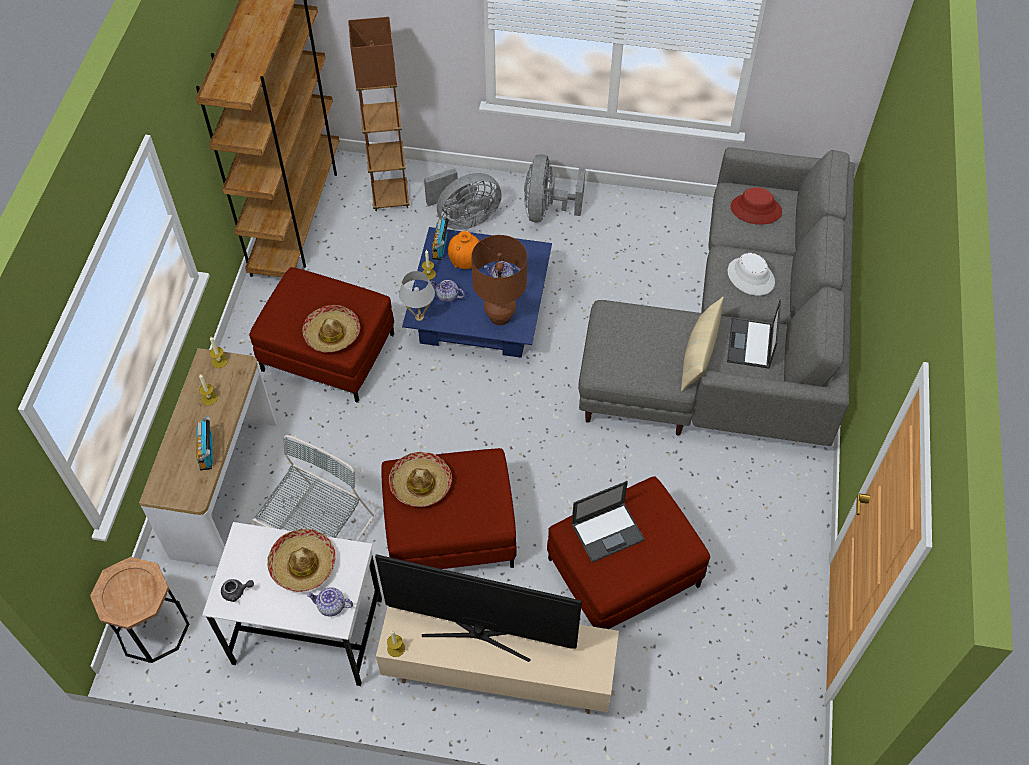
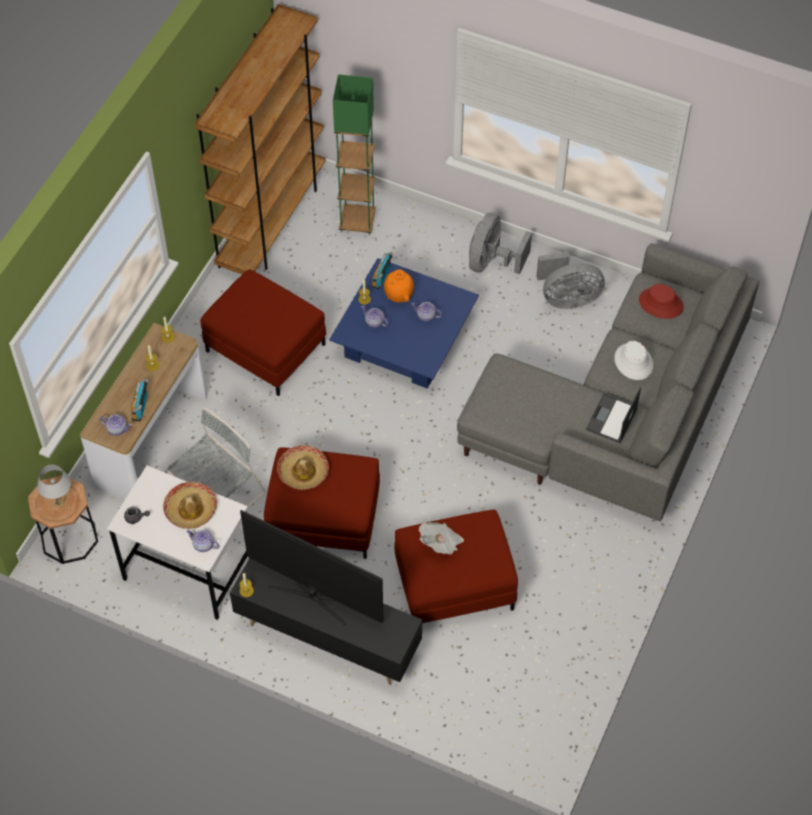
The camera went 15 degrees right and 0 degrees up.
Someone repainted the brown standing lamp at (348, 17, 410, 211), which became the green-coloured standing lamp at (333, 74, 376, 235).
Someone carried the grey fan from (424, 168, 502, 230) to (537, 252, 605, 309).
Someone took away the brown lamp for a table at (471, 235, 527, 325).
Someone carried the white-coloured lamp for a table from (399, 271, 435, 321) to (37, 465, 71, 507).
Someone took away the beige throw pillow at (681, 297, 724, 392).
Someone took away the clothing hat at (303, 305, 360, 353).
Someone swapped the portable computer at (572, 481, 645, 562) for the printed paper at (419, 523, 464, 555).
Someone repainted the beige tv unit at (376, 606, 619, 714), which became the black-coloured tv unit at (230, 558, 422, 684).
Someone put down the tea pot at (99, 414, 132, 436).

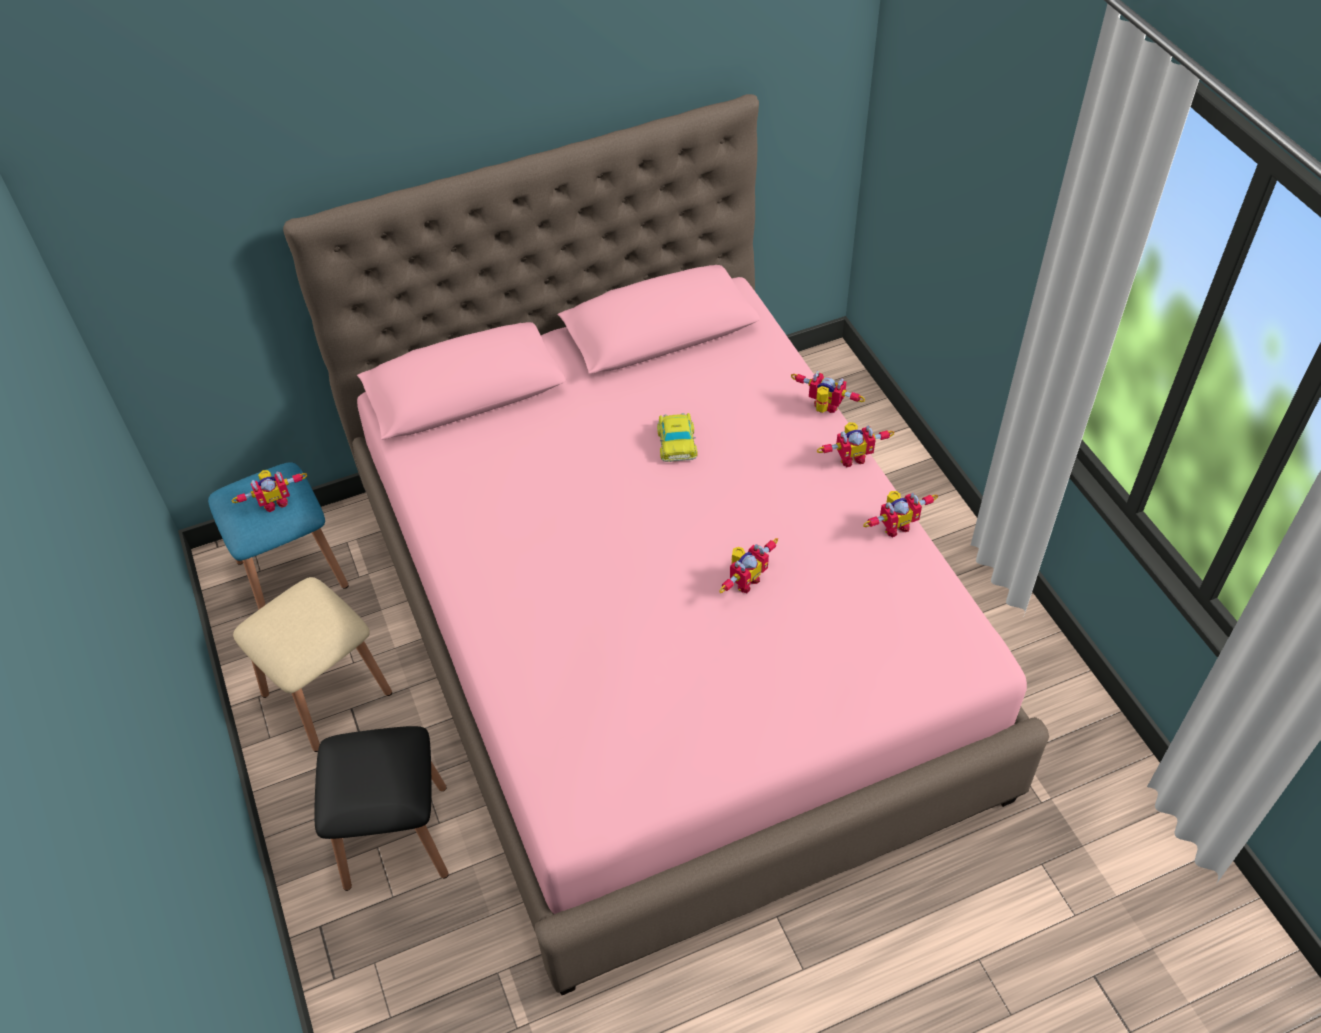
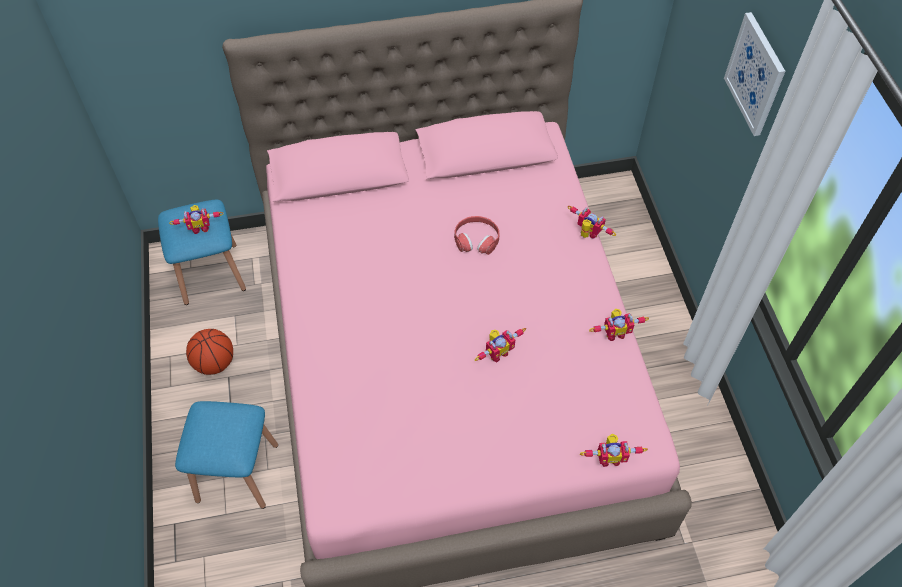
The camera went 10 degrees right and 5 degrees up.
Someone swapped the miniature car at (657, 413, 698, 462) for the red headset at (454, 216, 499, 255).
Someone carried the robot figure from (817, 422, 895, 468) to (580, 434, 648, 467).
Someone swapped the beige sitting stool at (233, 577, 392, 752) for the basketball ball at (186, 329, 233, 375).
Someone repainted the black-coloured sitting stool at (314, 726, 449, 891), which became the blue sitting stool at (175, 401, 278, 509).
Someone put up the wall art at (724, 12, 785, 136).

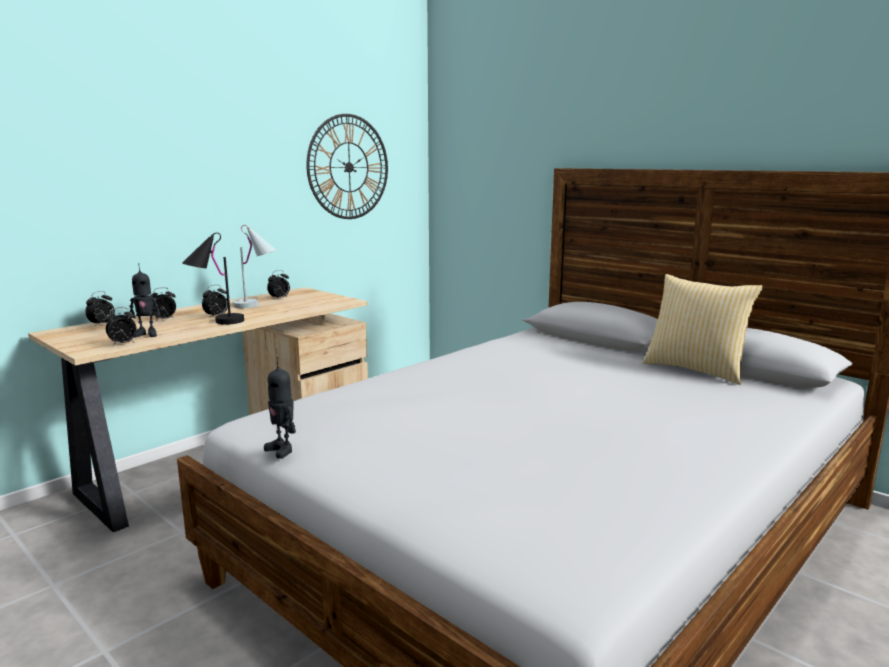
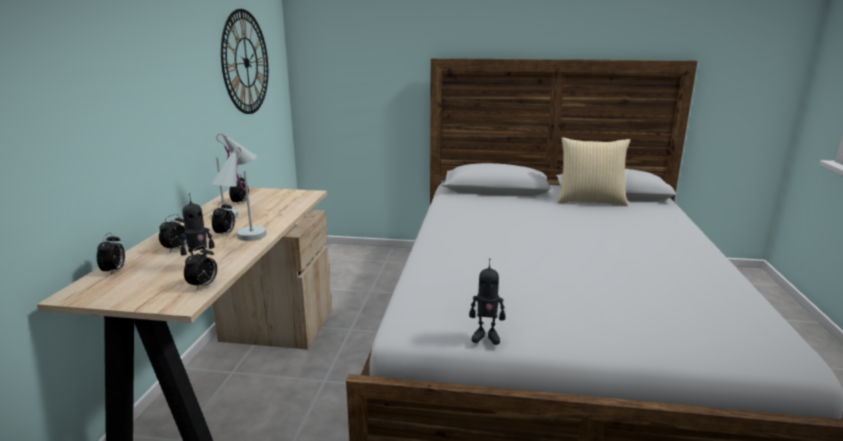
The camera went 35 degrees left and 5 degrees up.
Someone repainted the black-coloured lamp for a table at (183, 232, 244, 325), which became the white-coloured lamp for a table at (211, 147, 267, 241).

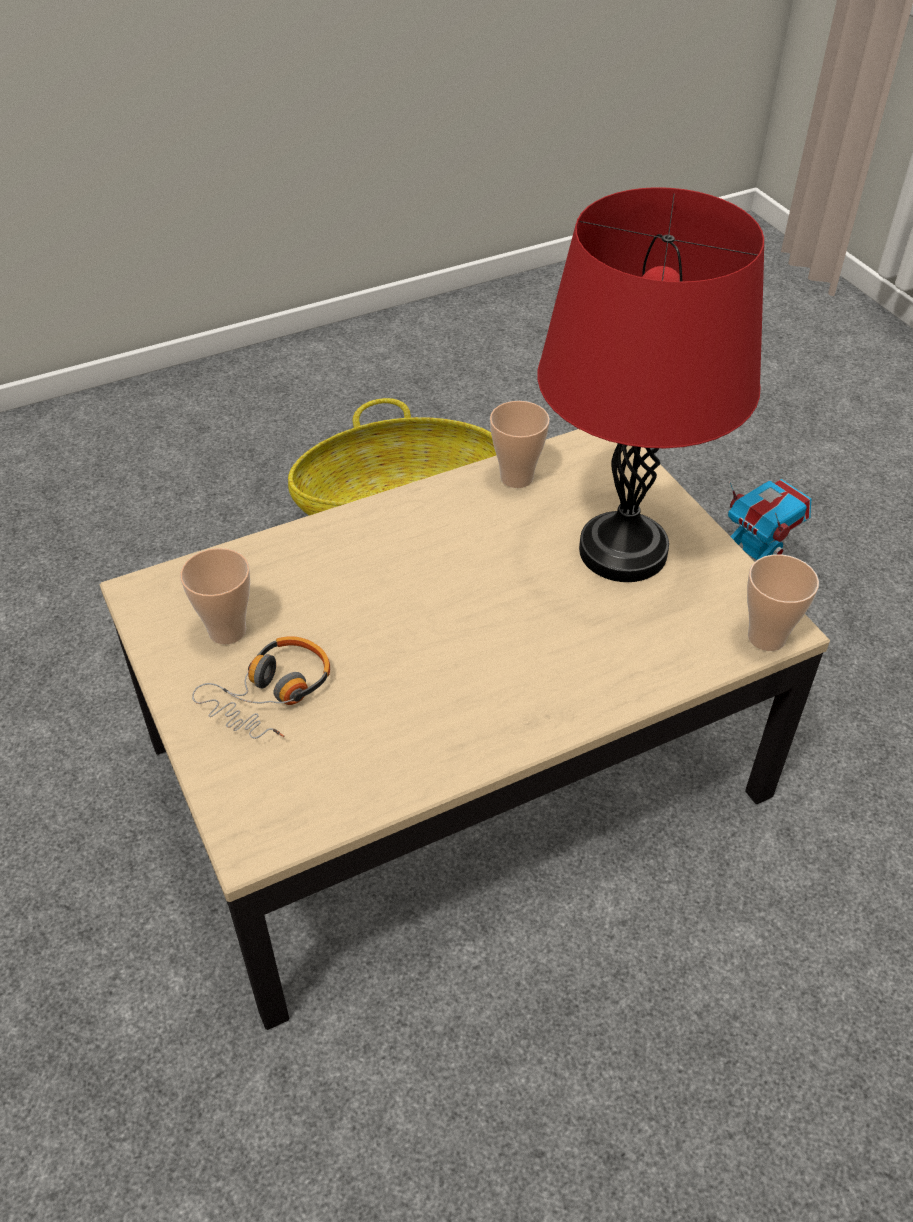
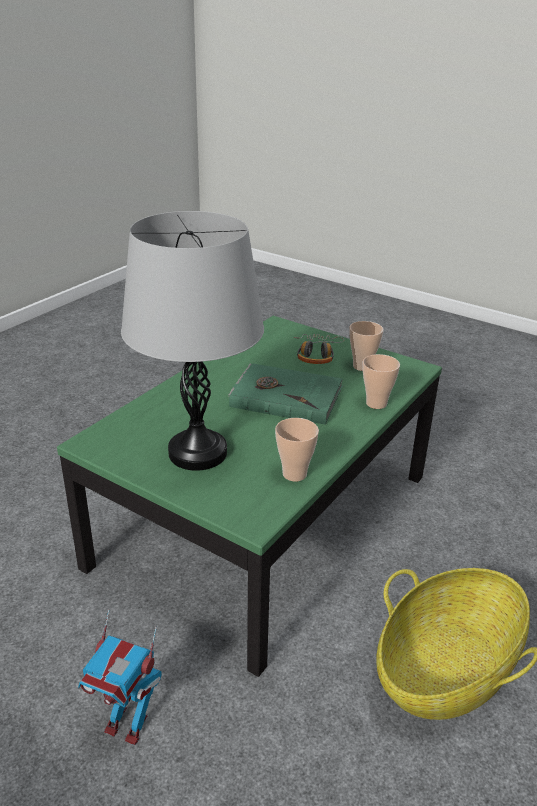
The camera went 150 degrees right and 15 degrees down.
Someone repainted the red lamp for a table at (537, 187, 764, 582), which became the grey lamp for a table at (121, 211, 264, 471).
Someone repainted the beige low table at (99, 429, 830, 1030), which became the green-coloured low table at (57, 316, 442, 677).
Someone carried the cup from (747, 554, 819, 651) to (362, 354, 400, 409).
Someone put down the green-coloured book at (228, 363, 343, 425).

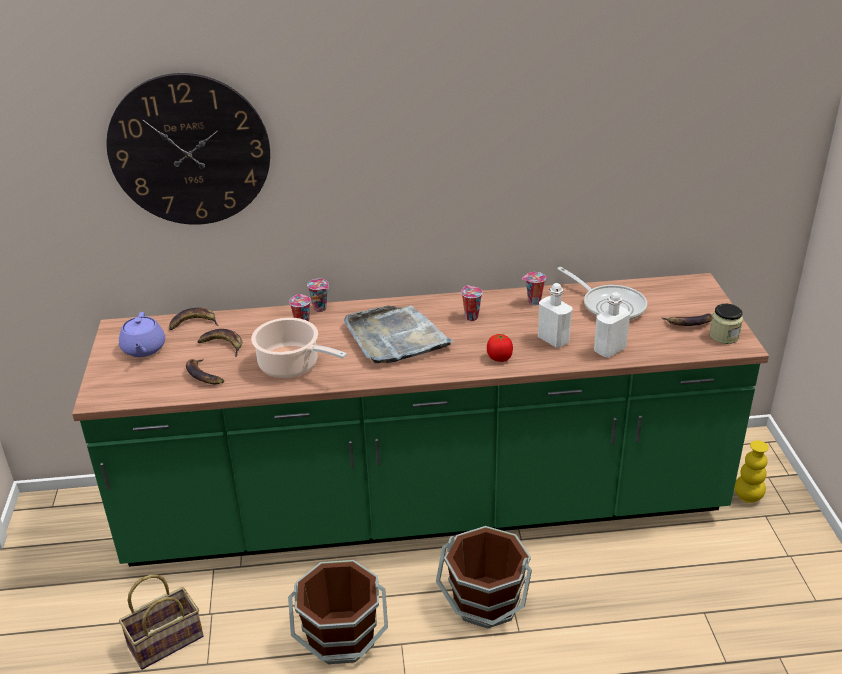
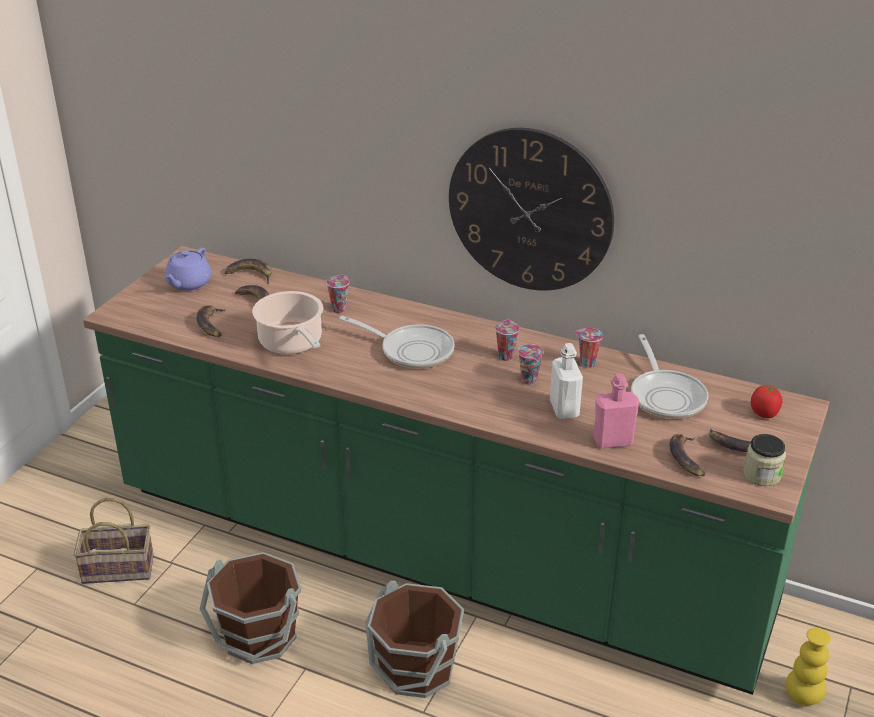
The camera went 30 degrees right and 0 degrees up.
Someone carried the hanging clock from (107, 73, 270, 225) to (449, 128, 614, 291).
Someone carried the cup from (307, 279, 329, 312) to (518, 344, 544, 385).
Someone repainted the white-coloured bottle at (594, 292, 630, 358), which became the pinkish bottle at (593, 374, 639, 448).
Someone swapped the grey tray at (344, 305, 455, 363) for the frying pan at (339, 316, 455, 369).
Someone carried the fresh tomato from (487, 334, 513, 362) to (751, 385, 782, 418).
Someone put down the banana fruit at (670, 434, 705, 476).

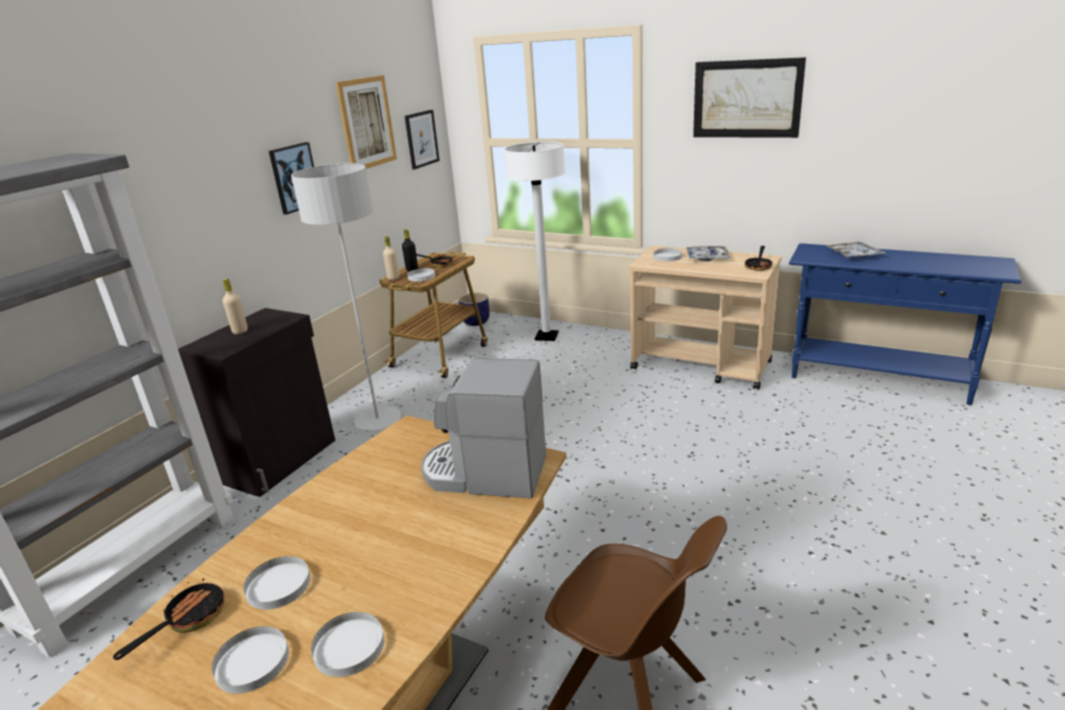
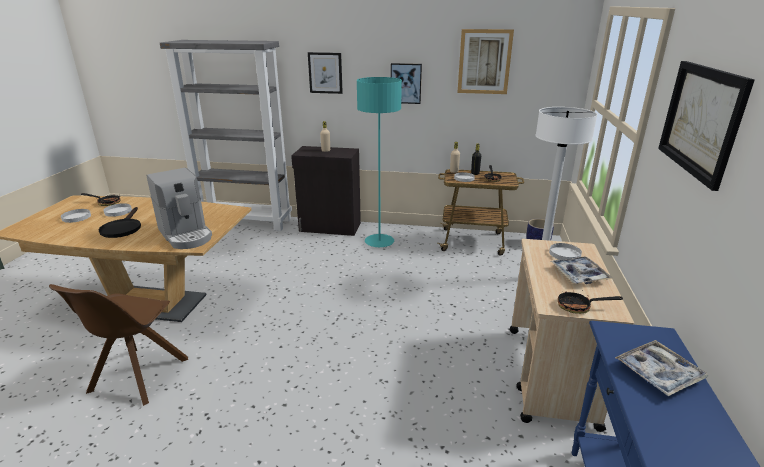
The camera went 70 degrees right and 0 degrees up.
Someone carried the wall art from (405, 110, 440, 170) to (308, 52, 343, 94).
Someone repainted the grey standing lamp at (291, 163, 401, 431), which became the blue-green standing lamp at (357, 77, 402, 247).
Someone rotated the coffee brewer at (421, 358, 546, 498) by 150 degrees clockwise.
Someone took away the white-coloured dinner plate at (311, 612, 384, 677).
Someone put down the black-coloured frying pan at (99, 207, 141, 238).

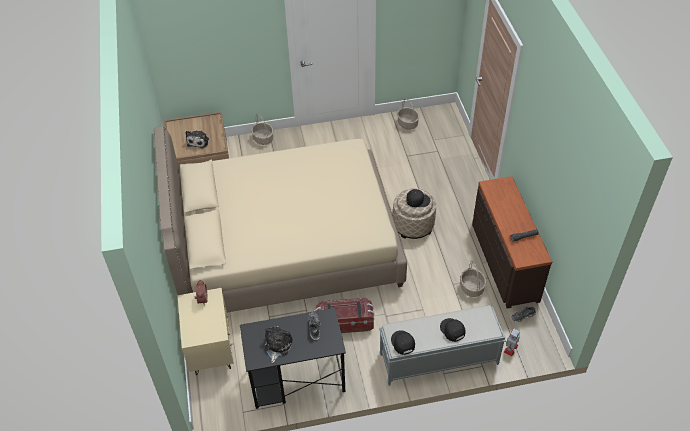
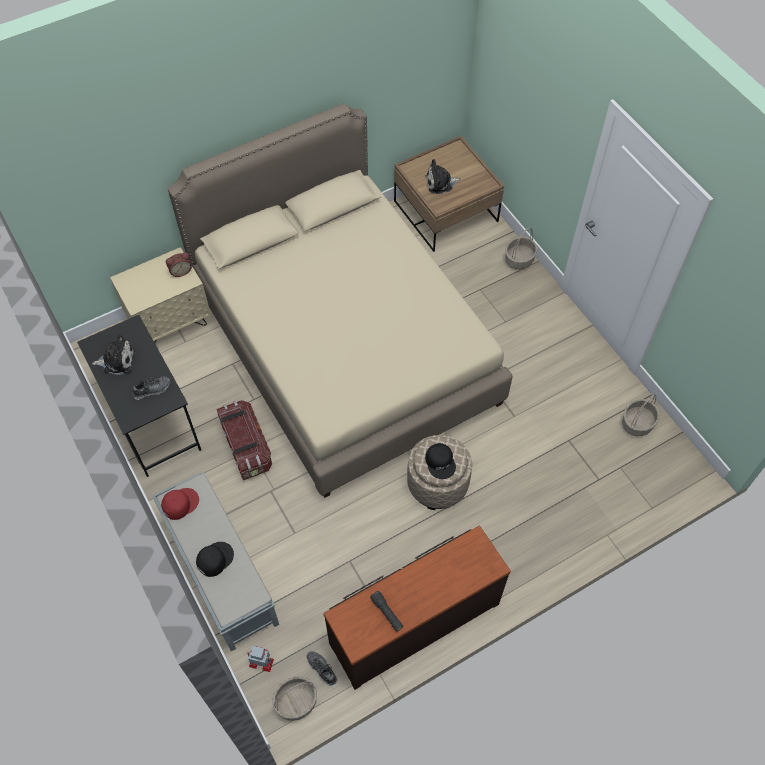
The camera went 70 degrees right and 10 degrees up.
Someone carried the basket from (460, 261, 486, 297) to (272, 676, 317, 721).
Someone repainted the black-coloured baseball cap at (391, 330, 415, 355), which became the red baseball cap at (161, 488, 199, 520).

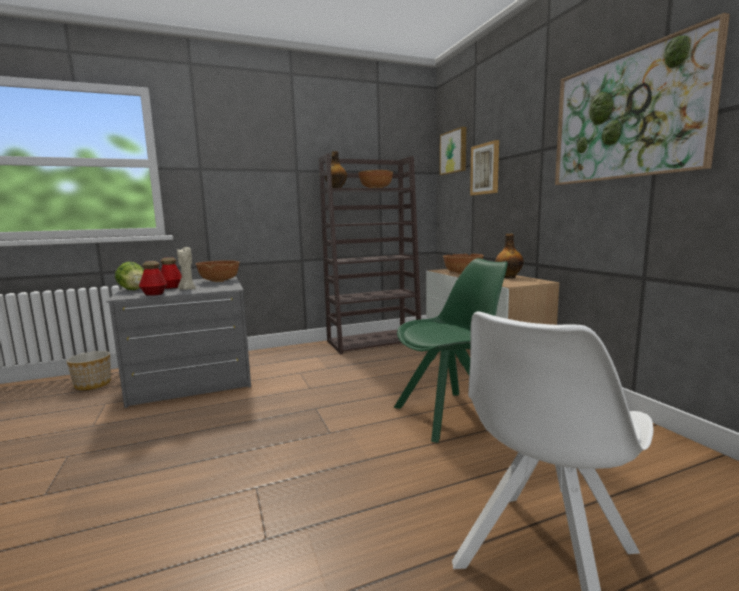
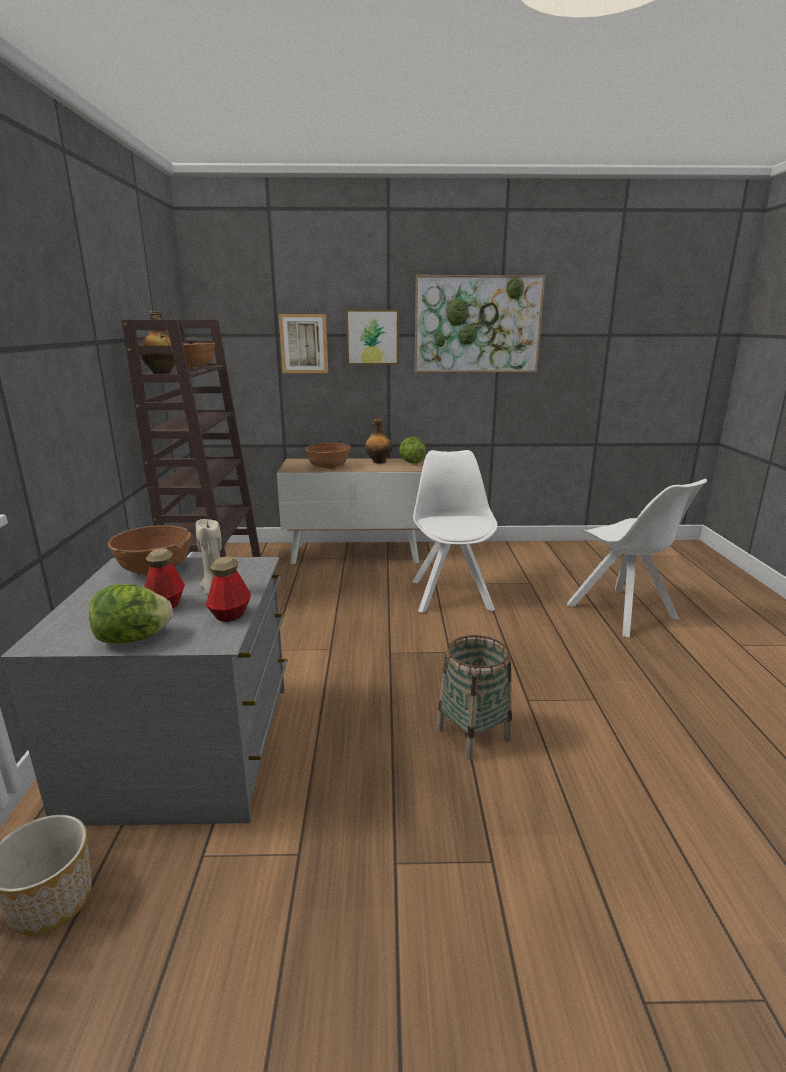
The camera went 70 degrees left and 10 degrees up.
Someone carried the wall art from (440, 127, 466, 175) to (346, 310, 399, 365).
Someone repainted the green-coloured chair at (394, 258, 508, 443), which became the white-coloured chair at (412, 450, 497, 613).
Someone put down the lettuce head at (399, 437, 426, 464).
Someone put down the basket at (436, 635, 512, 760).

